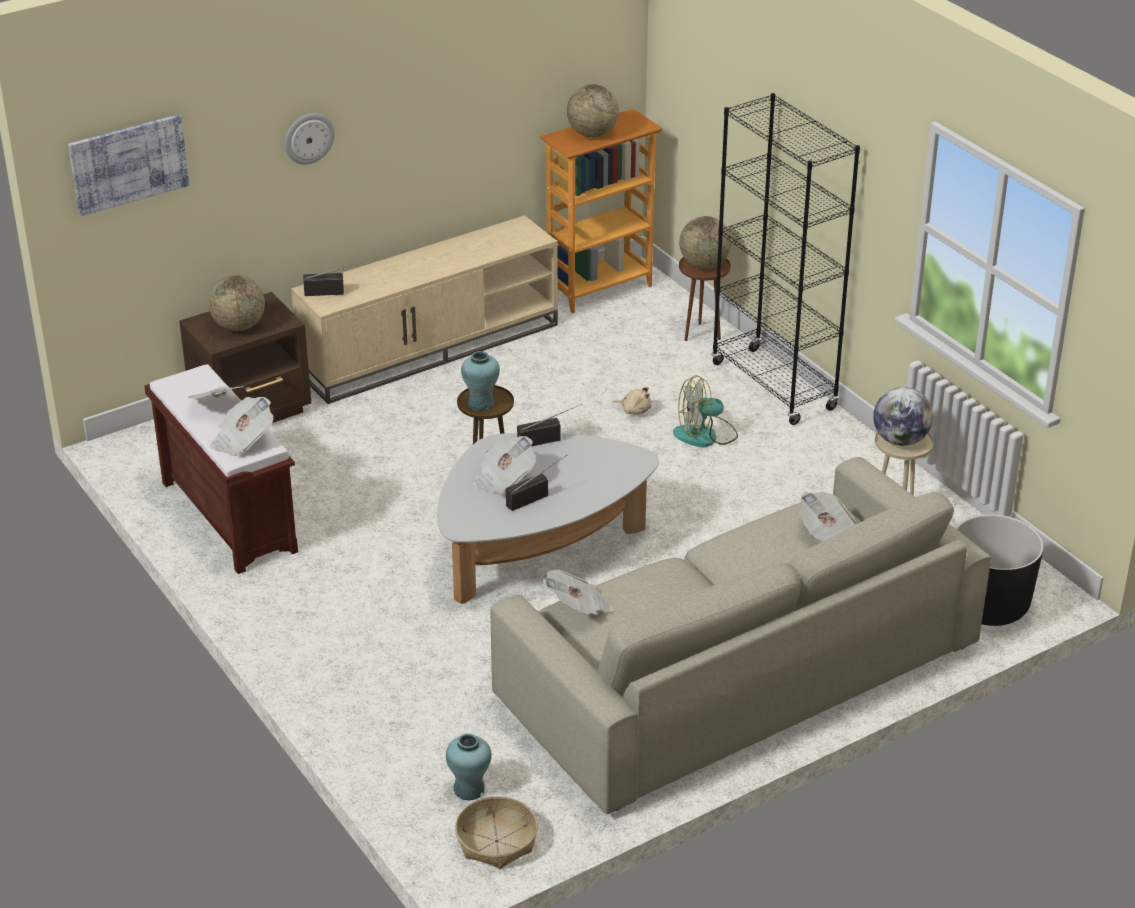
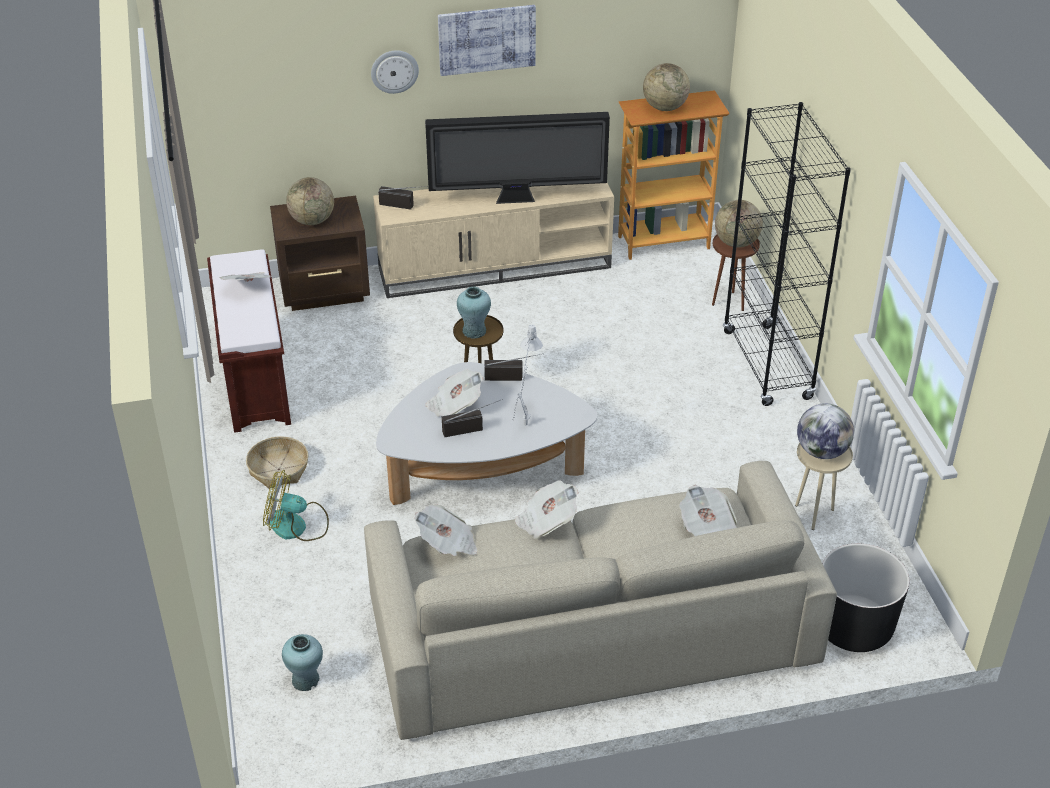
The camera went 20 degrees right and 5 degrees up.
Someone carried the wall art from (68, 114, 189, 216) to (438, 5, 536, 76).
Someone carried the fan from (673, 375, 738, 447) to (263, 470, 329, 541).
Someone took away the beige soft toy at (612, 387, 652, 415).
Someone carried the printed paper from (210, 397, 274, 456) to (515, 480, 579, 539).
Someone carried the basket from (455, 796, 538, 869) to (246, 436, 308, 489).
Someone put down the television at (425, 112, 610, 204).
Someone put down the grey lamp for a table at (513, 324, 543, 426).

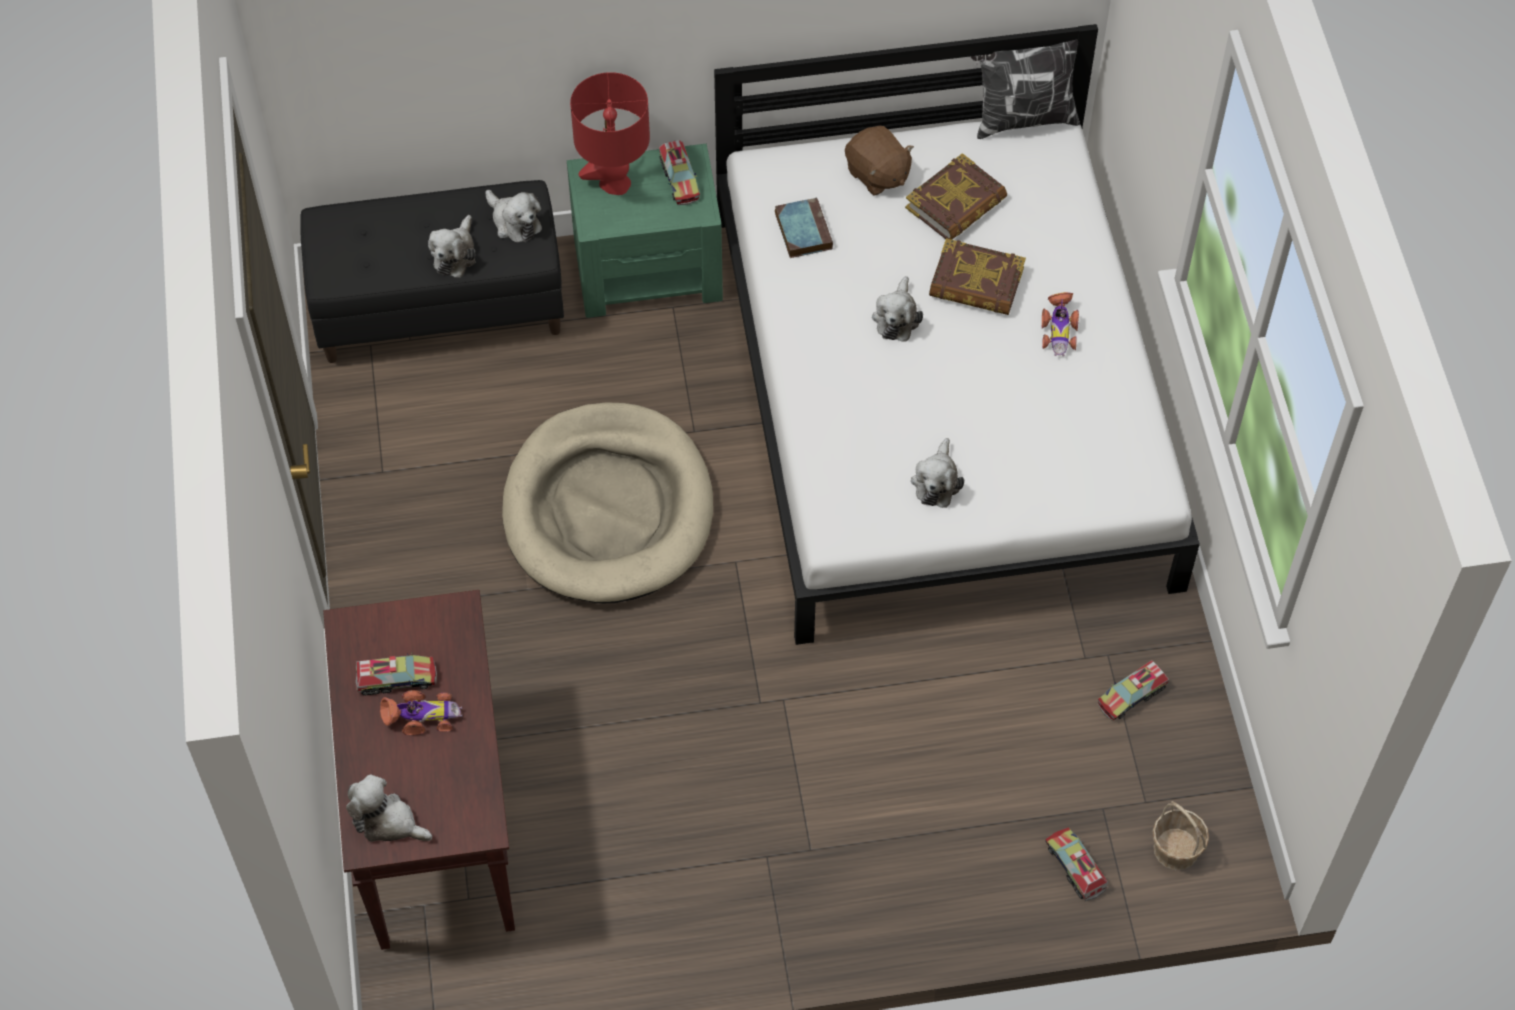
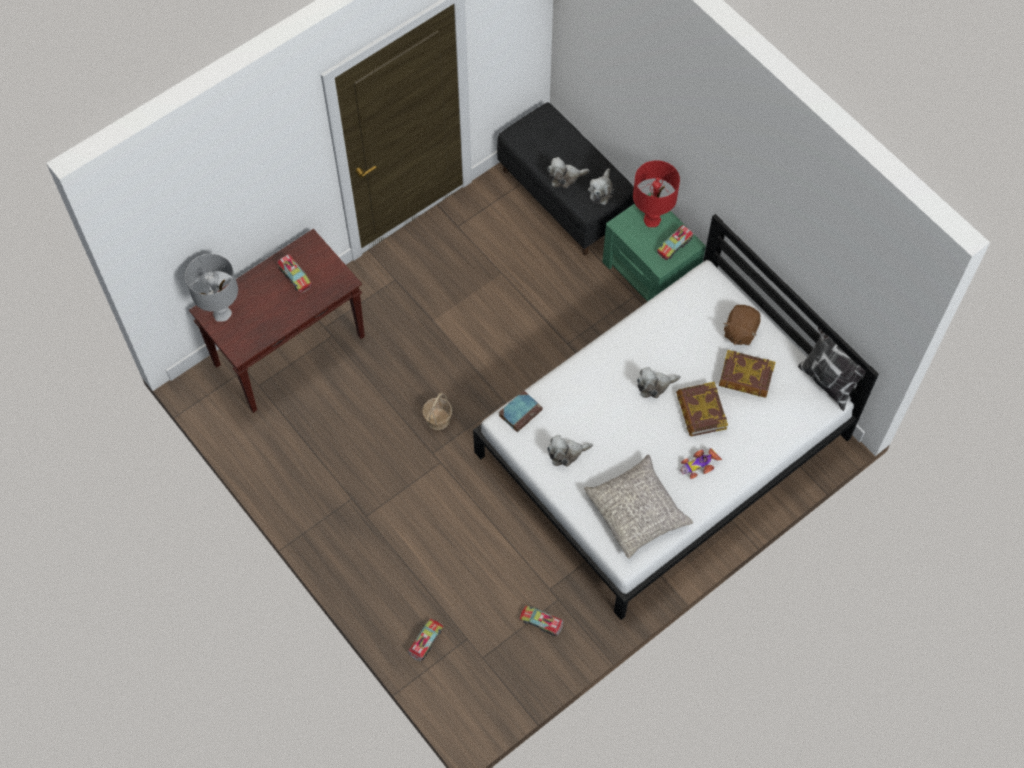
The camera went 60 degrees right and 5 degrees up.
Someone carried the book from (775, 198, 833, 258) to (499, 390, 543, 432).
Someone took away the beige dog cushion at (502, 402, 713, 603).
Someone took away the miniature car at (380, 690, 462, 735).
Someone swapped the soft toy at (346, 774, 432, 842) for the grey lamp for a table at (185, 254, 238, 322).
Someone carried the basket from (1152, 801, 1209, 870) to (422, 393, 452, 430).
Someone put down the grey throw pillow at (584, 455, 693, 559).

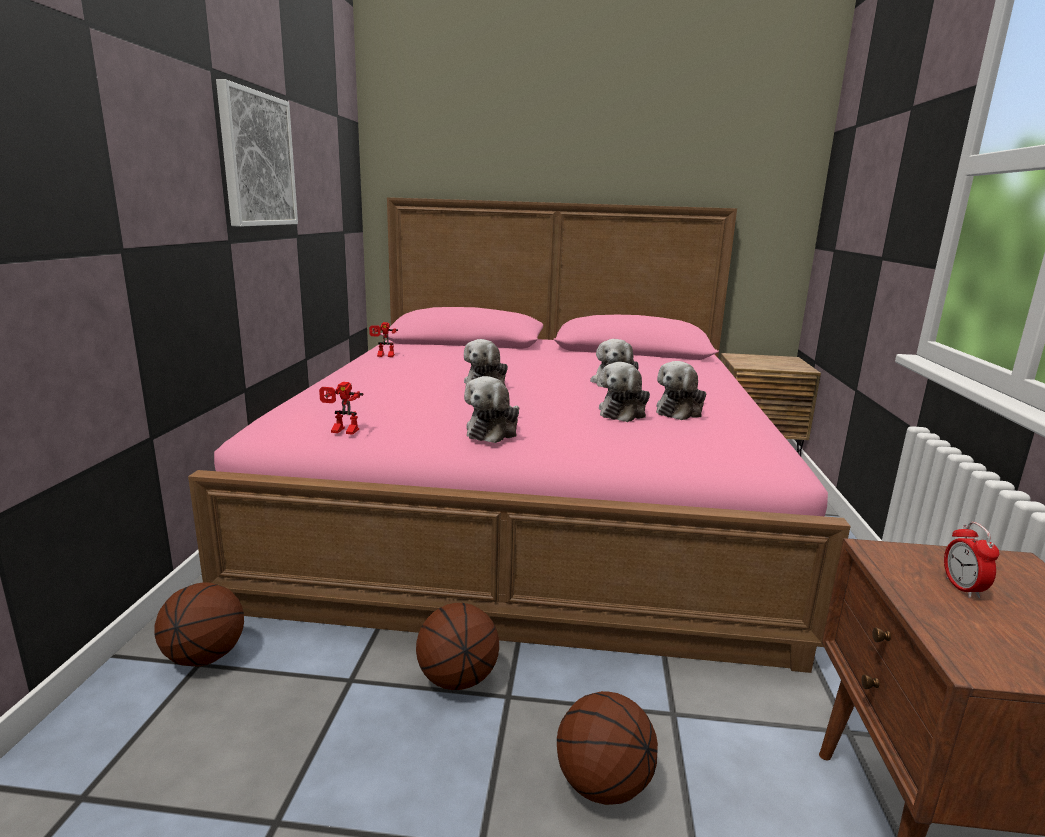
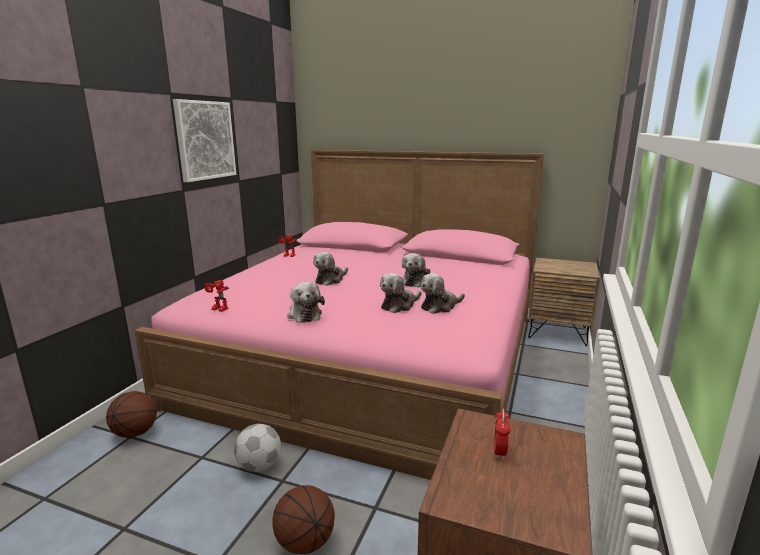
The camera went 15 degrees right and 0 degrees up.
Someone rotated the soft toy at (464, 376, 519, 443) by 60 degrees counterclockwise.
Someone swapped the basketball ball at (416, 603, 499, 690) for the ball for football at (234, 424, 281, 472).

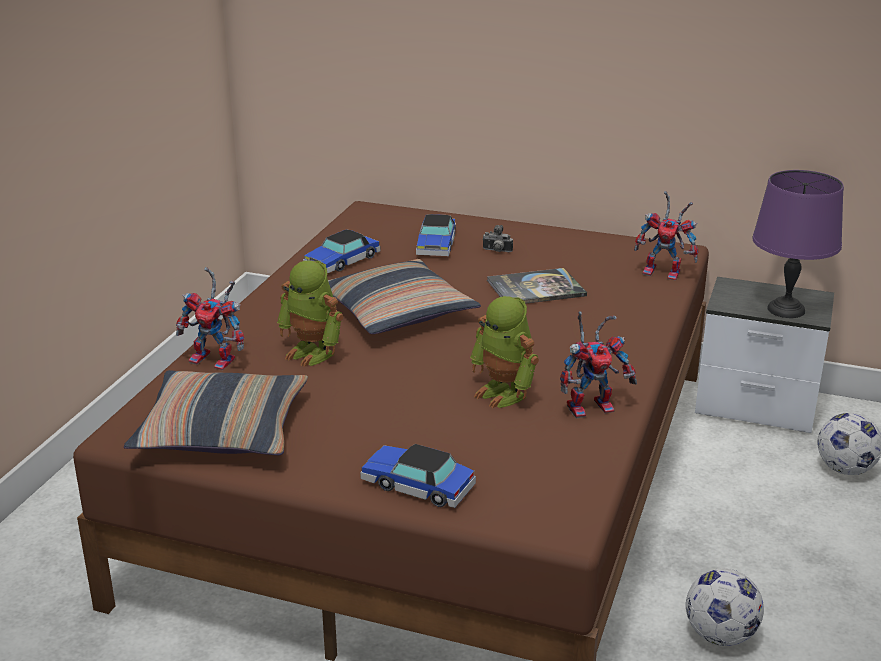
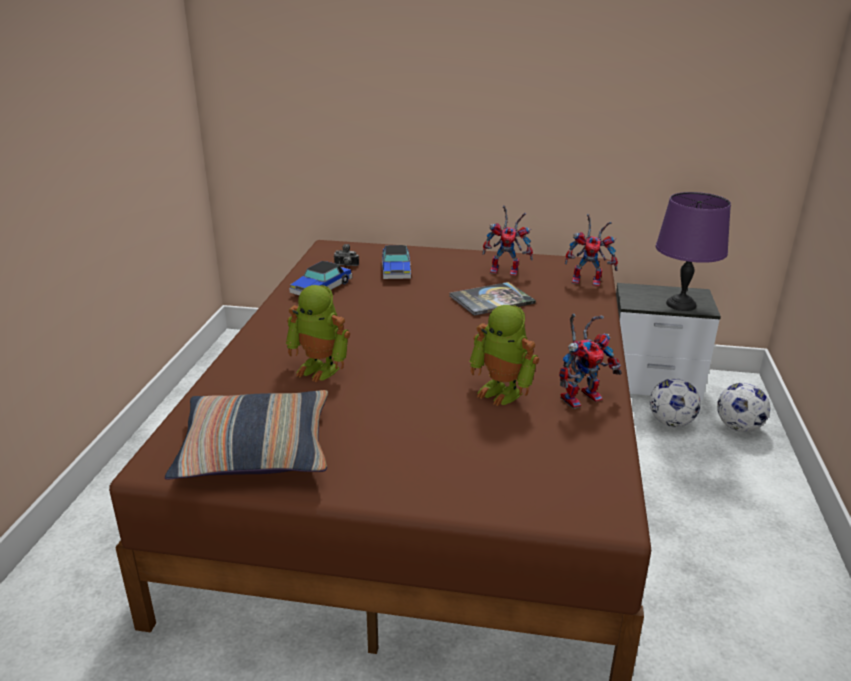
The camera went 10 degrees left and 0 degrees up.
Someone carried the photo camera from (482, 225, 513, 252) to (334, 244, 359, 266).
Someone took away the throw pillow at (328, 259, 481, 334).
Someone carried the robot figure from (176, 267, 244, 370) to (482, 205, 533, 276).
Someone took away the miniature car at (360, 444, 476, 508).
Someone carried the ball for football from (686, 568, 764, 646) to (650, 378, 701, 427).

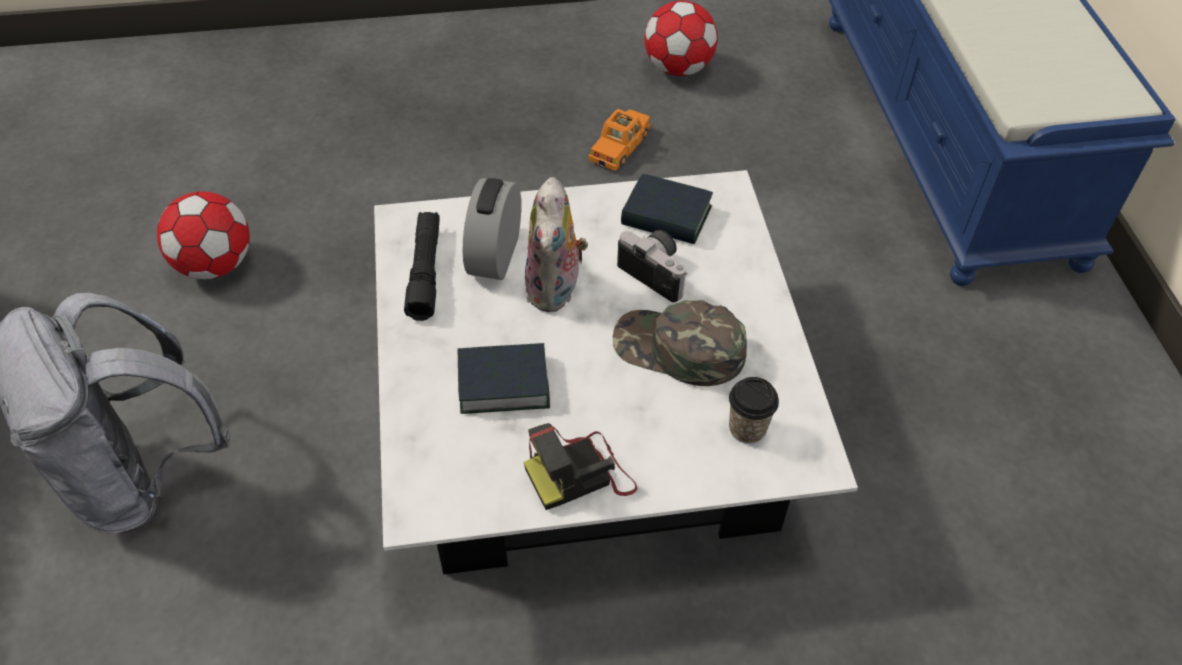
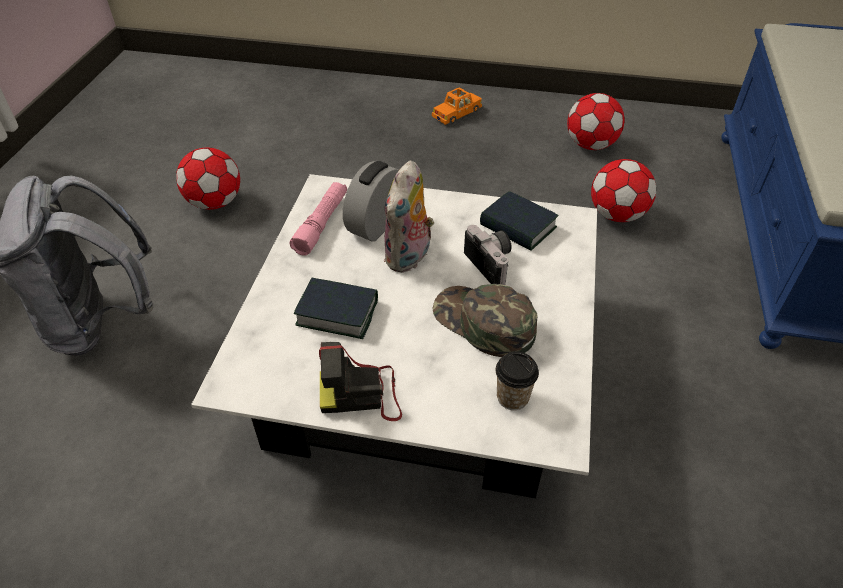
The camera went 20 degrees right and 5 degrees down.
Someone carried the orange miniature car from (588, 109, 650, 171) to (432, 87, 482, 125).
Someone repainted the black-coloured flashlight at (404, 212, 440, 321), which became the pinkish flashlight at (290, 182, 347, 256).
Someone put down the ball for football at (591, 159, 656, 222).

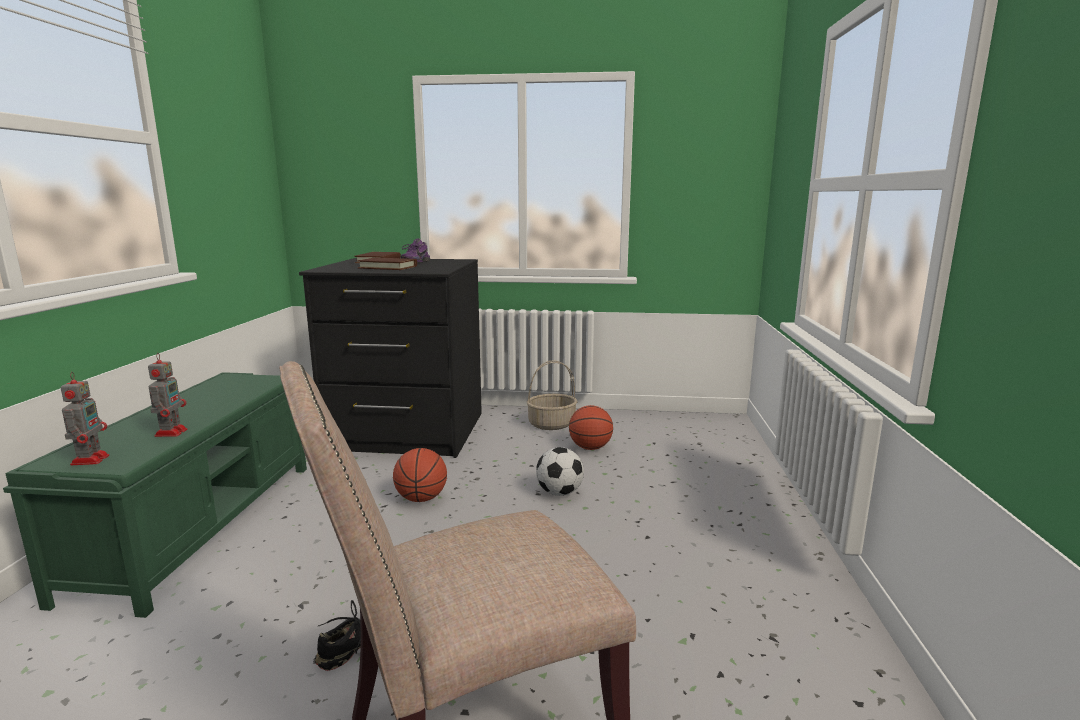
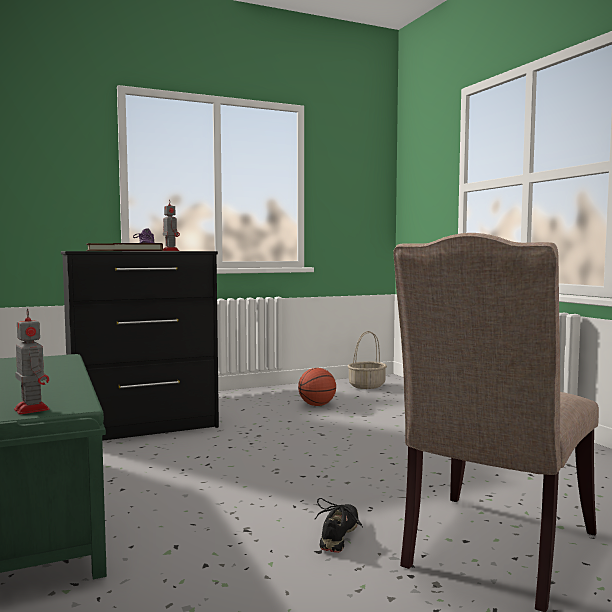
The camera went 30 degrees left and 10 degrees down.
Someone carried the robot figure from (148, 353, 188, 437) to (163, 203, 180, 251).
Someone carried the basket from (527, 360, 578, 430) to (348, 331, 387, 389).
Someone took away the ball for football at (536, 447, 584, 496).
Someone took away the basketball ball at (393, 448, 447, 502).

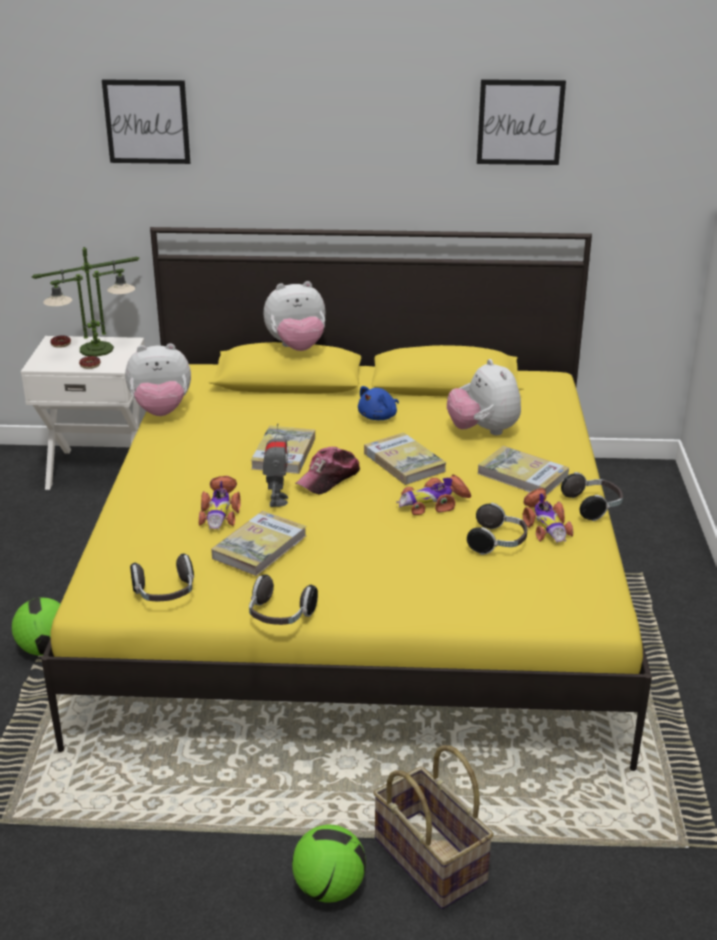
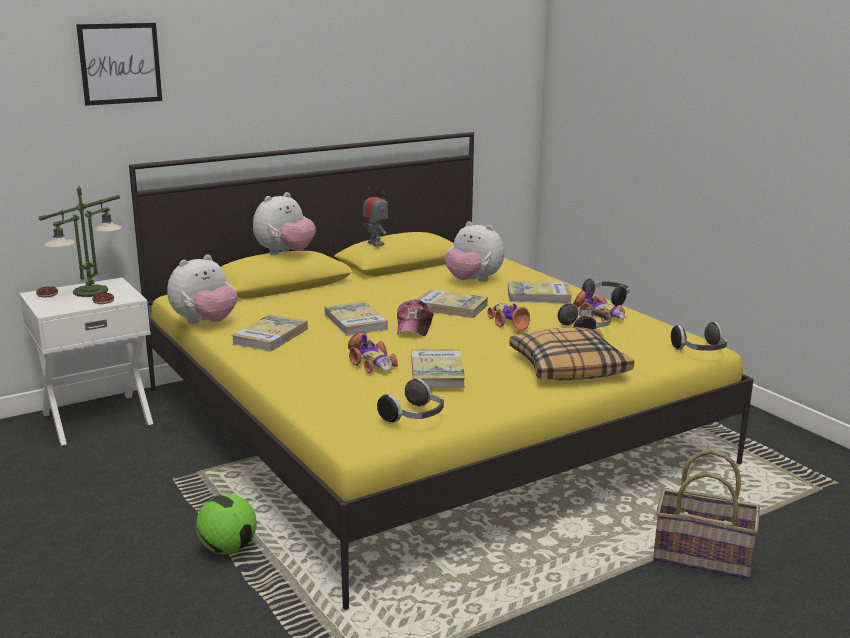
The camera went 35 degrees left and 10 degrees down.
Someone took away the wall art at (477, 79, 566, 165).
Someone took away the blue soft toy at (358, 386, 399, 420).
Someone carried the robot figure from (263, 424, 289, 507) to (363, 187, 388, 247).
Someone rotated the miniature car at (396, 474, 471, 515) by 120 degrees clockwise.
Someone carried the headset from (249, 574, 318, 625) to (671, 322, 727, 351).
Someone took away the ball for football at (292, 824, 366, 902).
Someone put down the book at (231, 314, 308, 352).
Someone put down the throw pillow at (509, 327, 634, 380).

